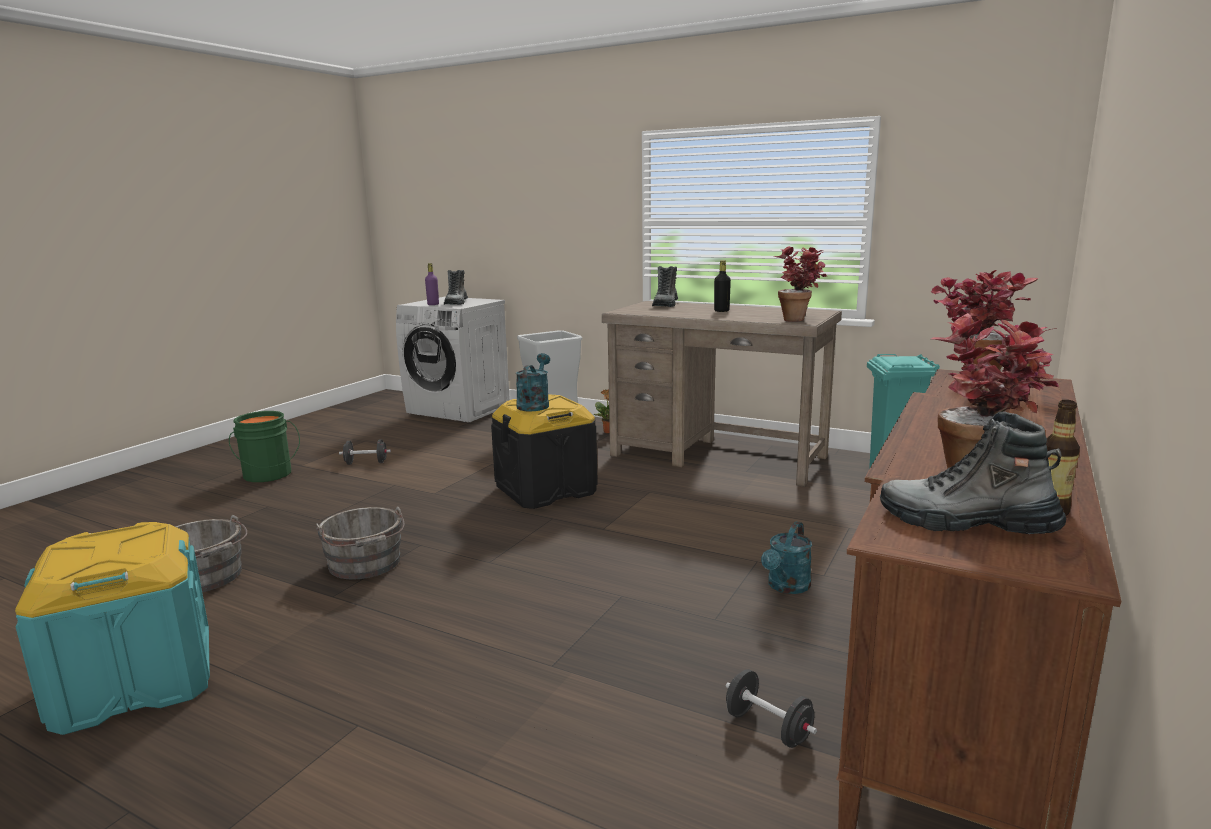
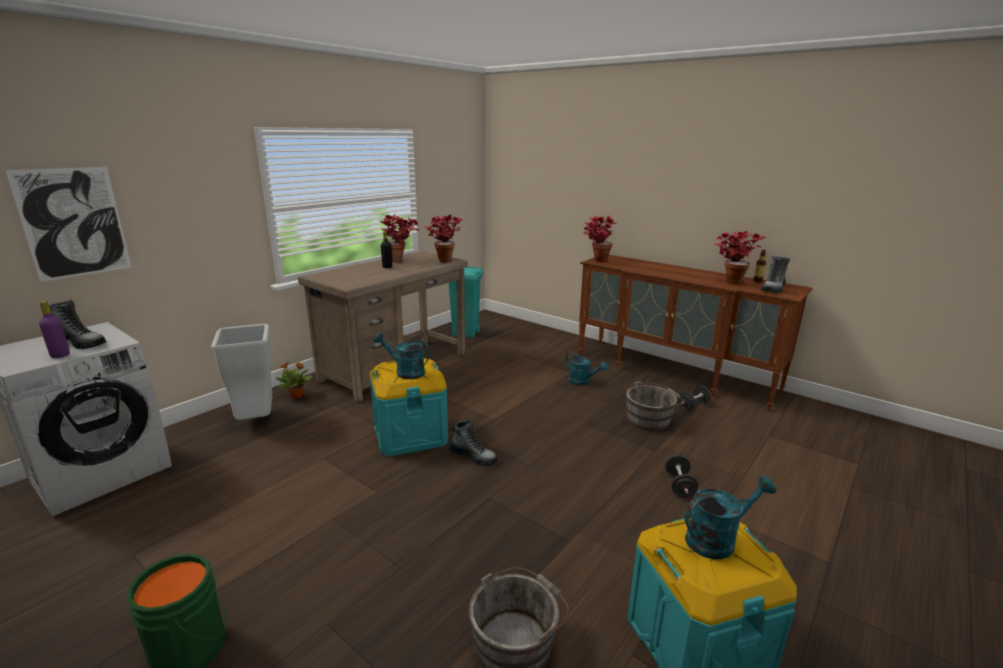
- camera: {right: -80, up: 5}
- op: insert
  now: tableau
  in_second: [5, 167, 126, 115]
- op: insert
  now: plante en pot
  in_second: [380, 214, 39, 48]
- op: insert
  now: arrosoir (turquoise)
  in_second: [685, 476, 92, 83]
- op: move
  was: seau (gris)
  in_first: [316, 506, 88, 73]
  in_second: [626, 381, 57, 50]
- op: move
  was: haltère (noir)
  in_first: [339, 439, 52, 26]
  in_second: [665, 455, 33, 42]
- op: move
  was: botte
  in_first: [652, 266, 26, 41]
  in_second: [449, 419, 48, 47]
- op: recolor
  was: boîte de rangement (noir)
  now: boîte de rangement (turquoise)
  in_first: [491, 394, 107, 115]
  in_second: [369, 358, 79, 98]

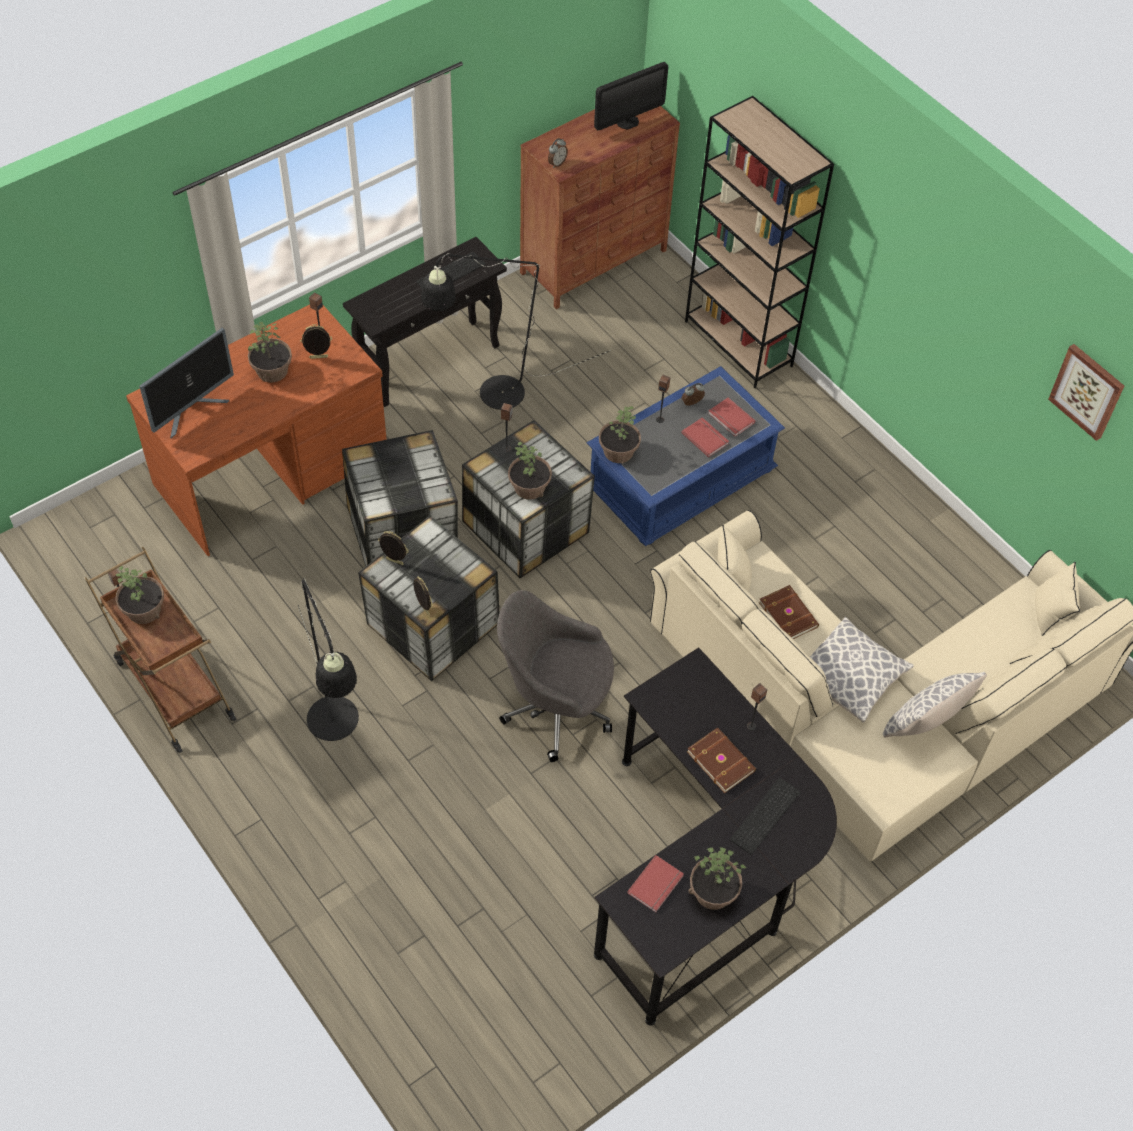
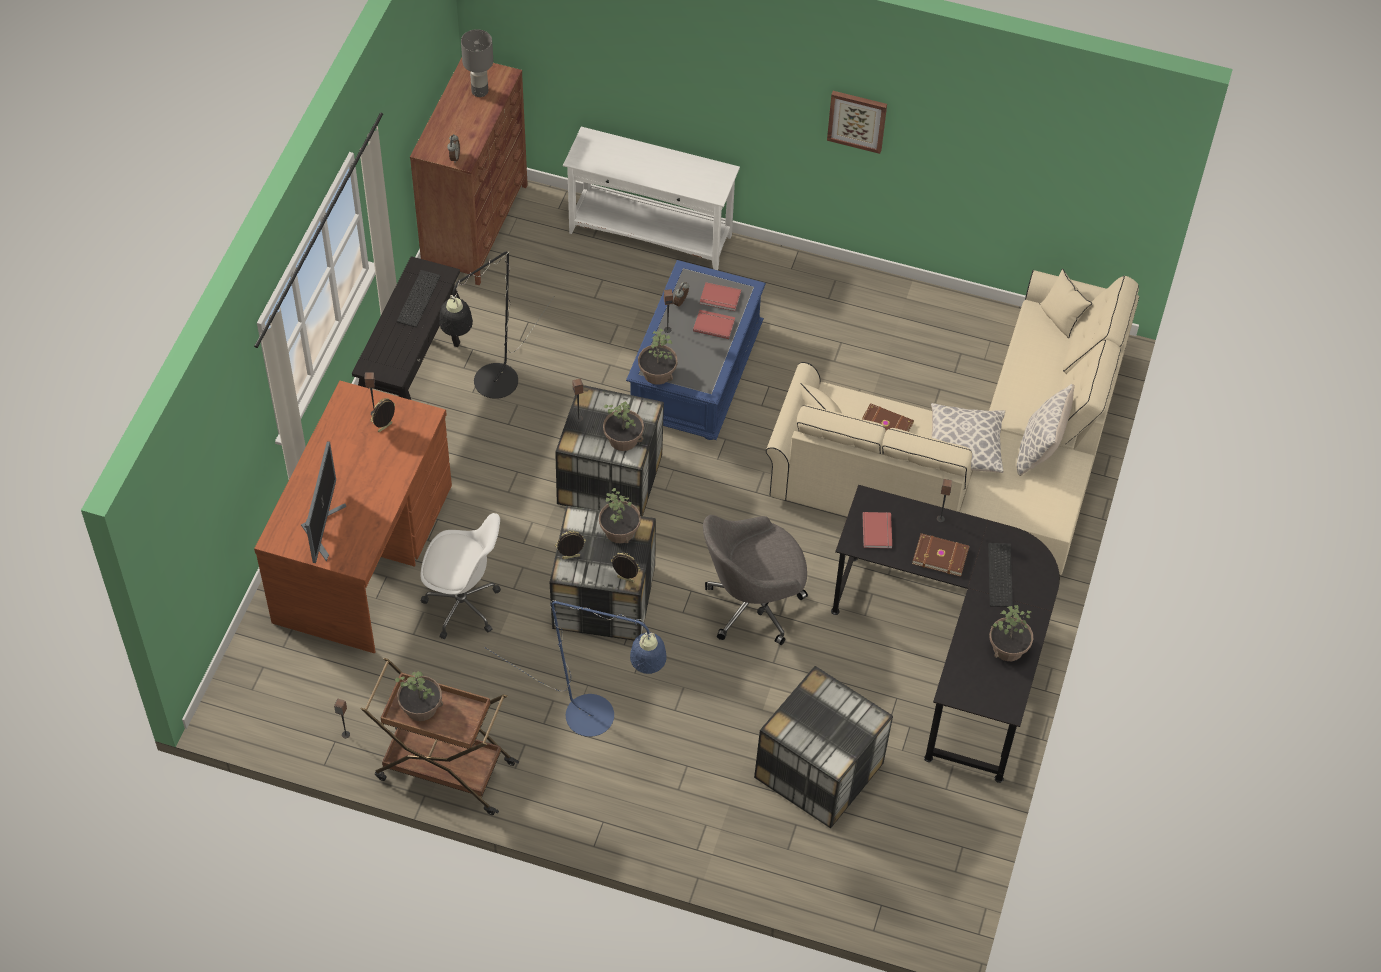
- camera: {right: -35, up: 0}
- op: insert
  now: chaise de bureau (blanc)
  in_second: [421, 513, 80, 126]
- op: move
  was: plante en pot
  in_first: [248, 321, 44, 61]
  in_second: [599, 488, 42, 56]
- op: move
  was: boîte de rangement
  in_first: [342, 430, 116, 136]
  in_second: [754, 666, 139, 162]
- op: move
  was: livre (rouge)
  in_first: [627, 855, 57, 57]
  in_second: [862, 512, 30, 36]
- op: move
  was: tableau
  in_first: [1048, 344, 76, 97]
  in_second: [827, 91, 60, 63]
- op: replace
  was: écran d'ordinateur
  now: lampe de table (gris)
  in_first: [594, 62, 74, 68]
  in_second: [461, 29, 32, 68]
- op: replace
  was: bibliothèque (beige)
  now: table console (blanc)
  in_first: [685, 96, 149, 292]
  in_second: [563, 127, 177, 143]
- op: recolor
  was: lampadaire (noir)
  now: lampadaire (bleu)
  in_first: [298, 578, 61, 163]
  in_second: [484, 600, 182, 137]

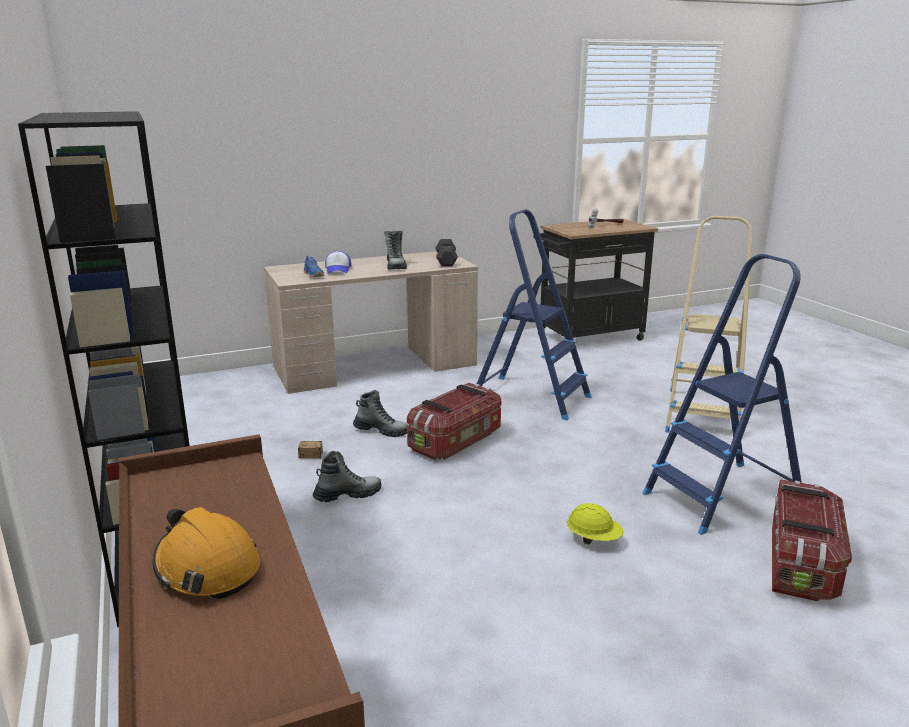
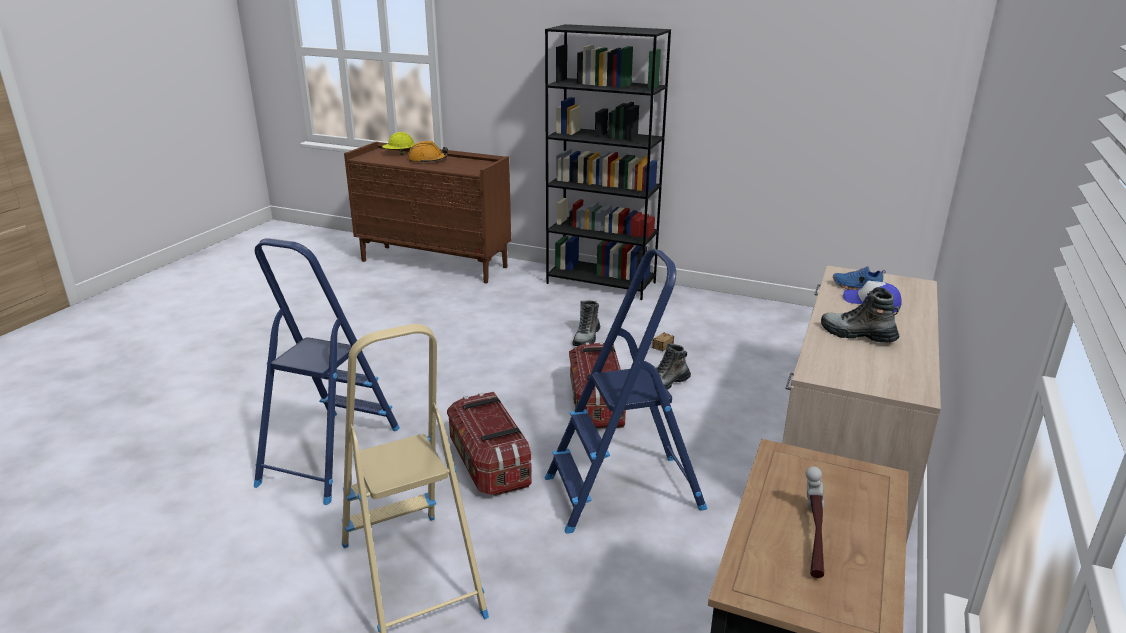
- camera: {right: 135, up: 5}
- op: delete
  was: haltère (gris)
  in_first: [435, 239, 23, 28]
- op: move
  was: casque de chantier (jaune)
  in_first: [567, 503, 57, 41]
  in_second: [382, 132, 32, 23]
- op: move
  was: boîte de rangement
  in_first: [772, 479, 80, 122]
  in_second: [447, 392, 85, 104]

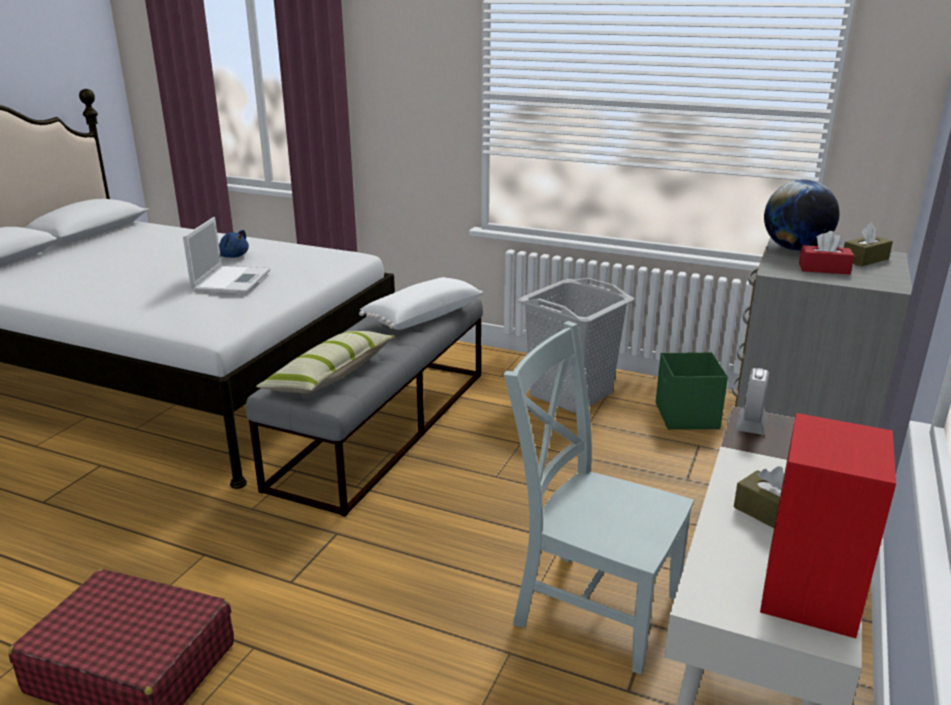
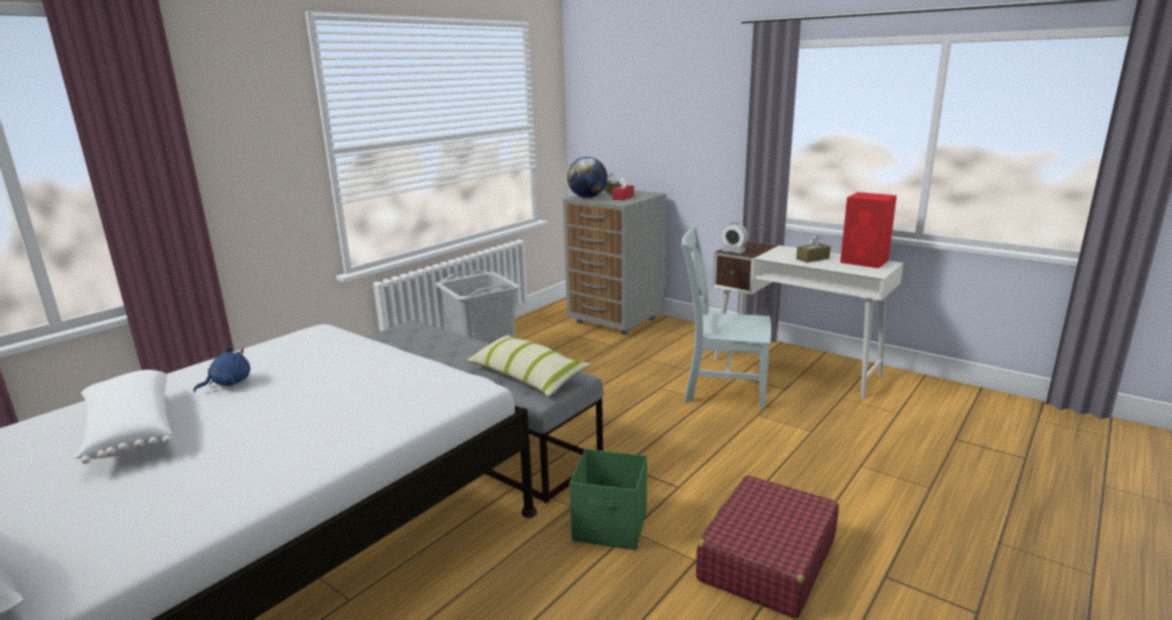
- camera: {right: -75, up: -5}
- op: delete
  was: ordinateur portable
  in_first: [183, 217, 88, 77]
- op: move
  was: coussin (blanc)
  in_first: [359, 277, 124, 53]
  in_second: [74, 370, 98, 94]
- op: move
  was: boîte de rangement (vert)
  in_first: [656, 352, 72, 77]
  in_second: [569, 449, 78, 101]
- op: rotate
  was: chaise (gris)
  in_first: [504, 321, 190, 354]
  in_second: [681, 225, 90, 184]
  clockwise: 60

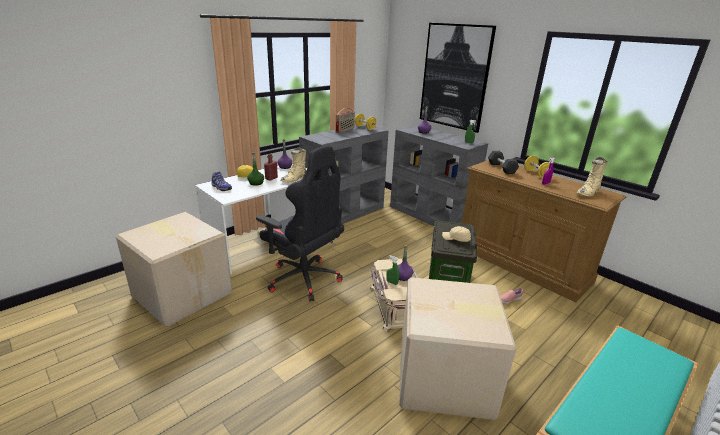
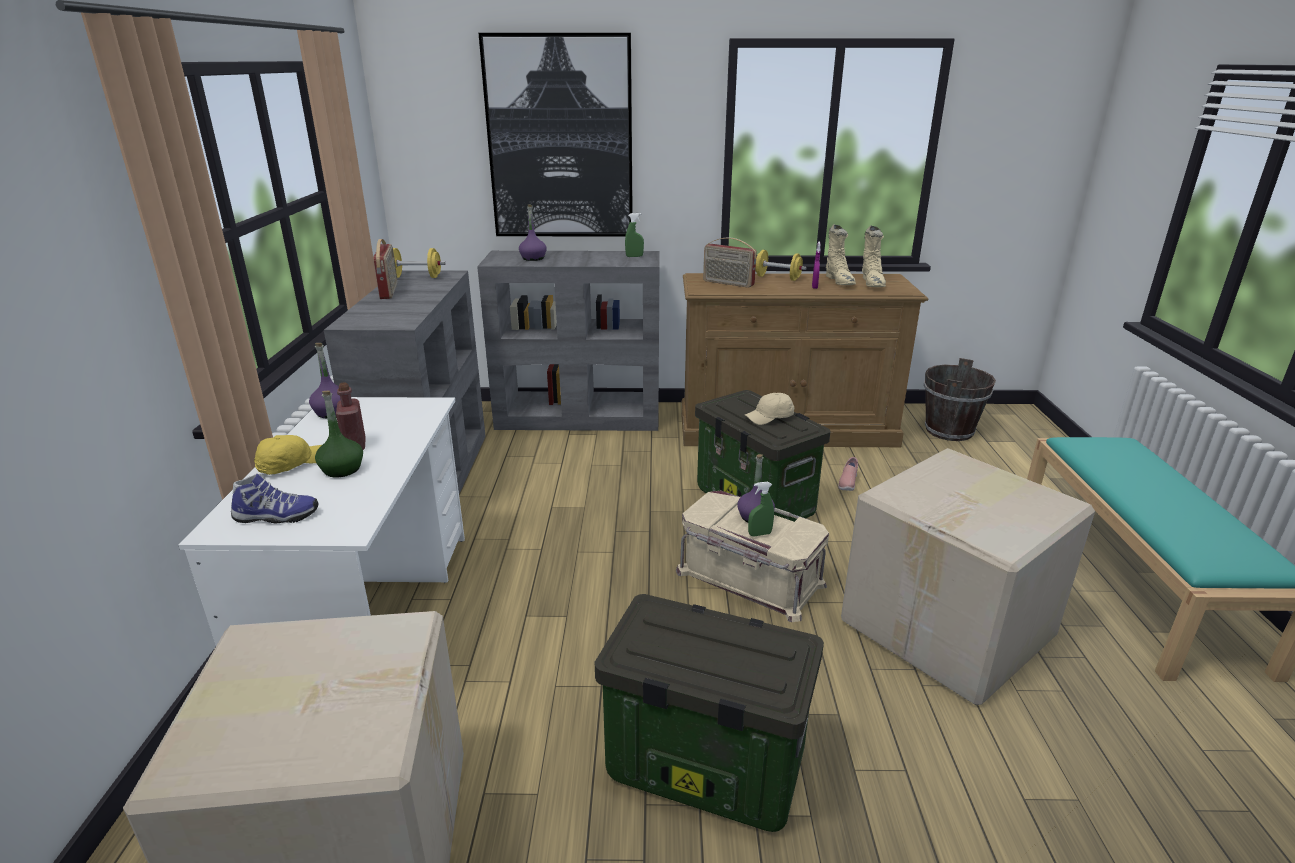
- camera: {right: -45, up: 0}
- op: delete
  was: chaise de bureau (noir)
  in_first: [256, 145, 88, 157]
- op: insert
  now: boîte de rangement
  in_second: [595, 594, 229, 238]
- op: insert
  now: seau (marron)
  in_second: [924, 358, 72, 83]
- op: move
  was: botte (beige)
  in_first: [281, 147, 25, 36]
  in_second: [826, 224, 30, 61]
- op: replace
  was: haltère (noir)
  now: radio
  in_first: [488, 151, 31, 23]
  in_second: [703, 238, 54, 50]

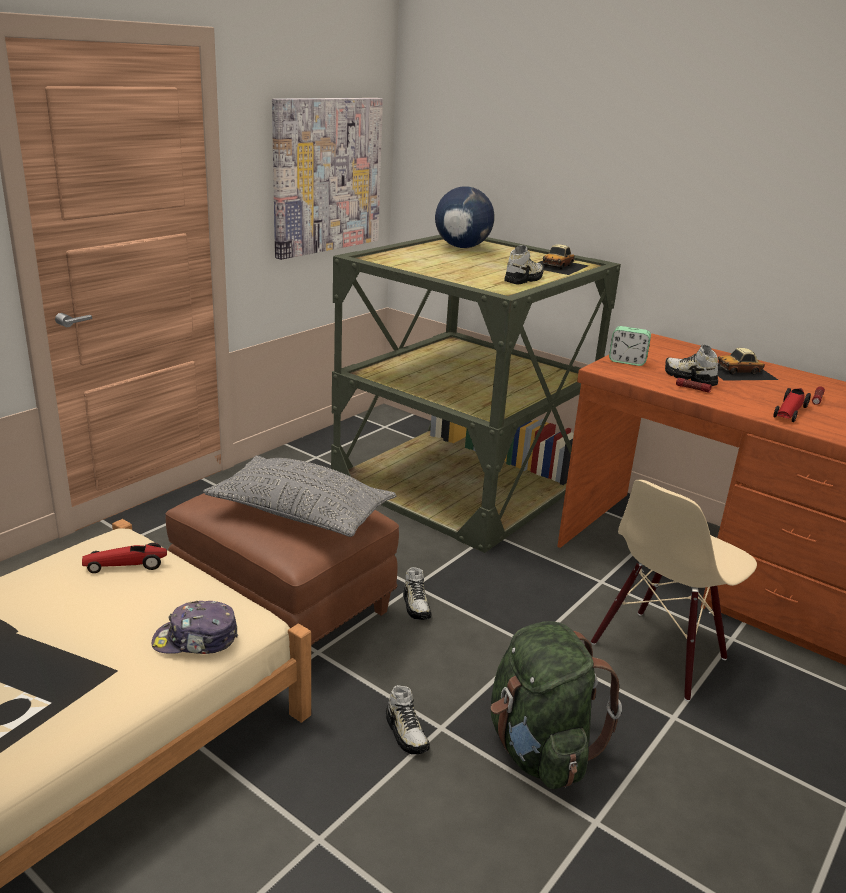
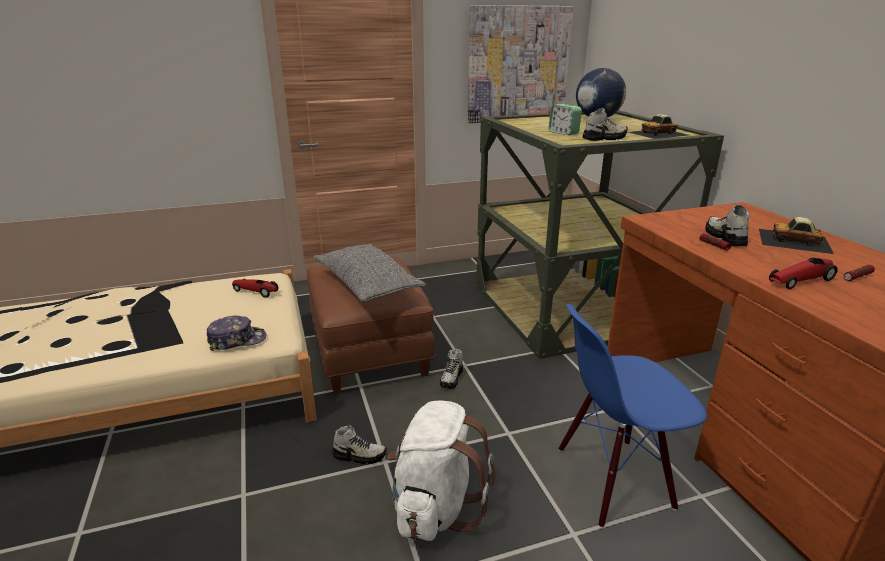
- camera: {right: 35, up: 0}
- op: move
  was: réveil
  in_first: [609, 326, 42, 40]
  in_second: [549, 104, 33, 31]
- op: recolor
  was: sac à dos (vert)
  now: sac à dos (blanc)
  in_first: [491, 621, 131, 168]
  in_second: [387, 400, 108, 141]
- op: recolor
  was: chaise (beige)
  now: chaise (bleu)
  in_first: [591, 480, 166, 221]
  in_second: [558, 304, 149, 224]
- op: rotate
  was: casquette
  in_first: [152, 601, 86, 53]
  in_second: [207, 316, 59, 35]
  clockwise: 135
- op: rotate
  was: chaussure
  in_first: [386, 685, 44, 69]
  in_second: [332, 425, 55, 39]
  clockwise: -90

